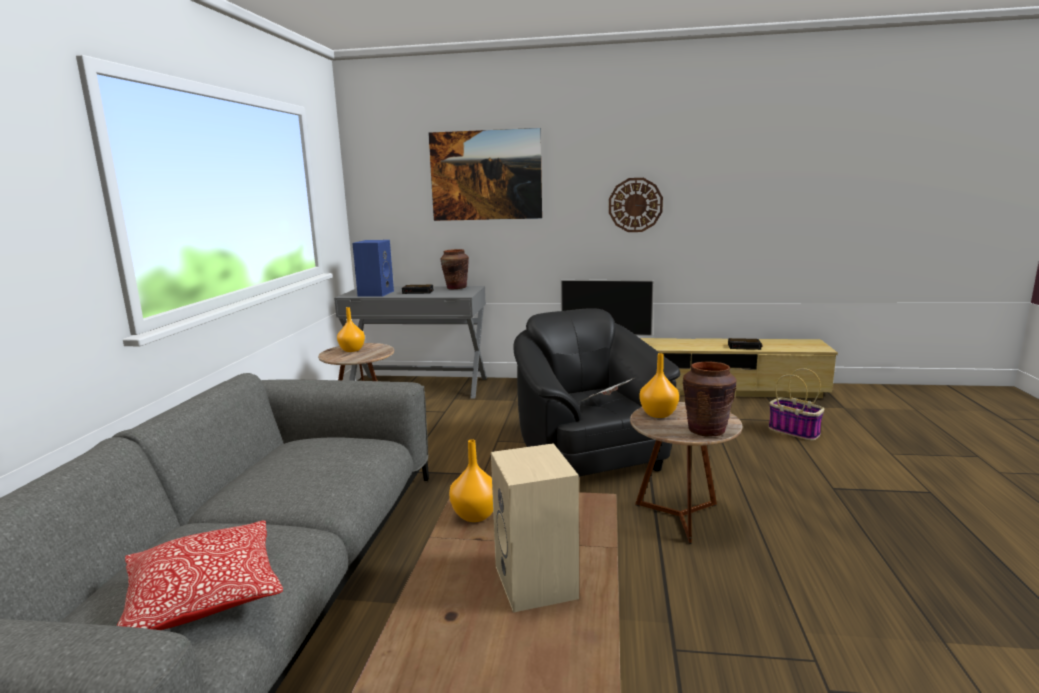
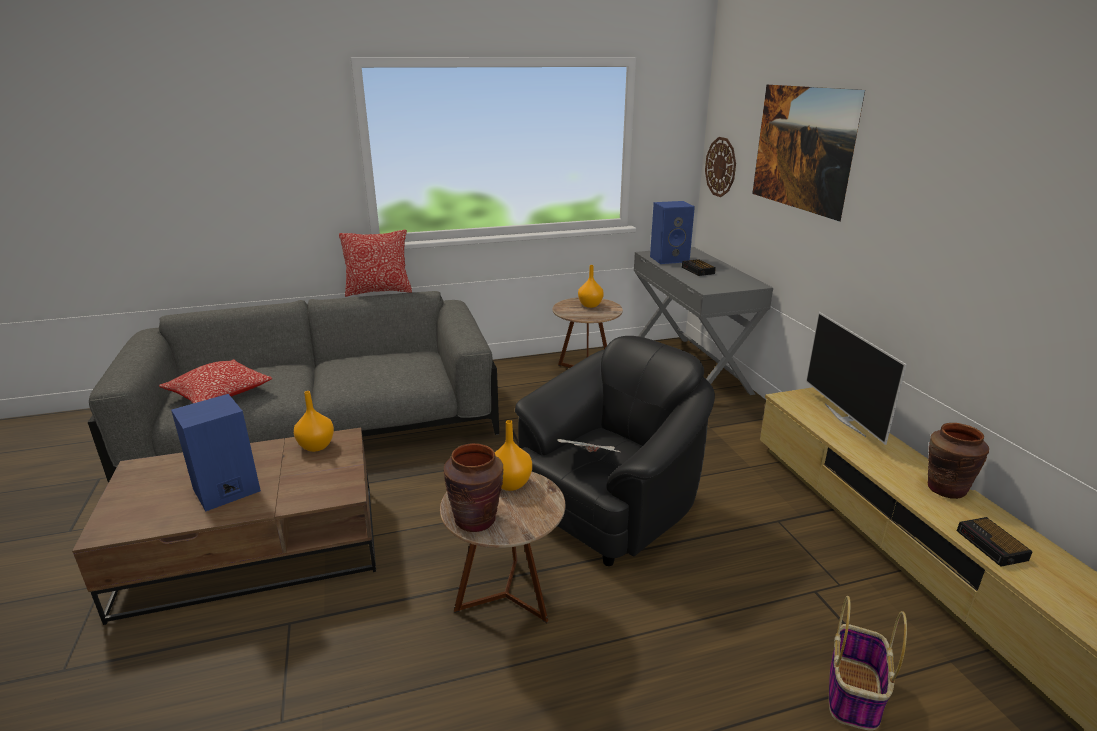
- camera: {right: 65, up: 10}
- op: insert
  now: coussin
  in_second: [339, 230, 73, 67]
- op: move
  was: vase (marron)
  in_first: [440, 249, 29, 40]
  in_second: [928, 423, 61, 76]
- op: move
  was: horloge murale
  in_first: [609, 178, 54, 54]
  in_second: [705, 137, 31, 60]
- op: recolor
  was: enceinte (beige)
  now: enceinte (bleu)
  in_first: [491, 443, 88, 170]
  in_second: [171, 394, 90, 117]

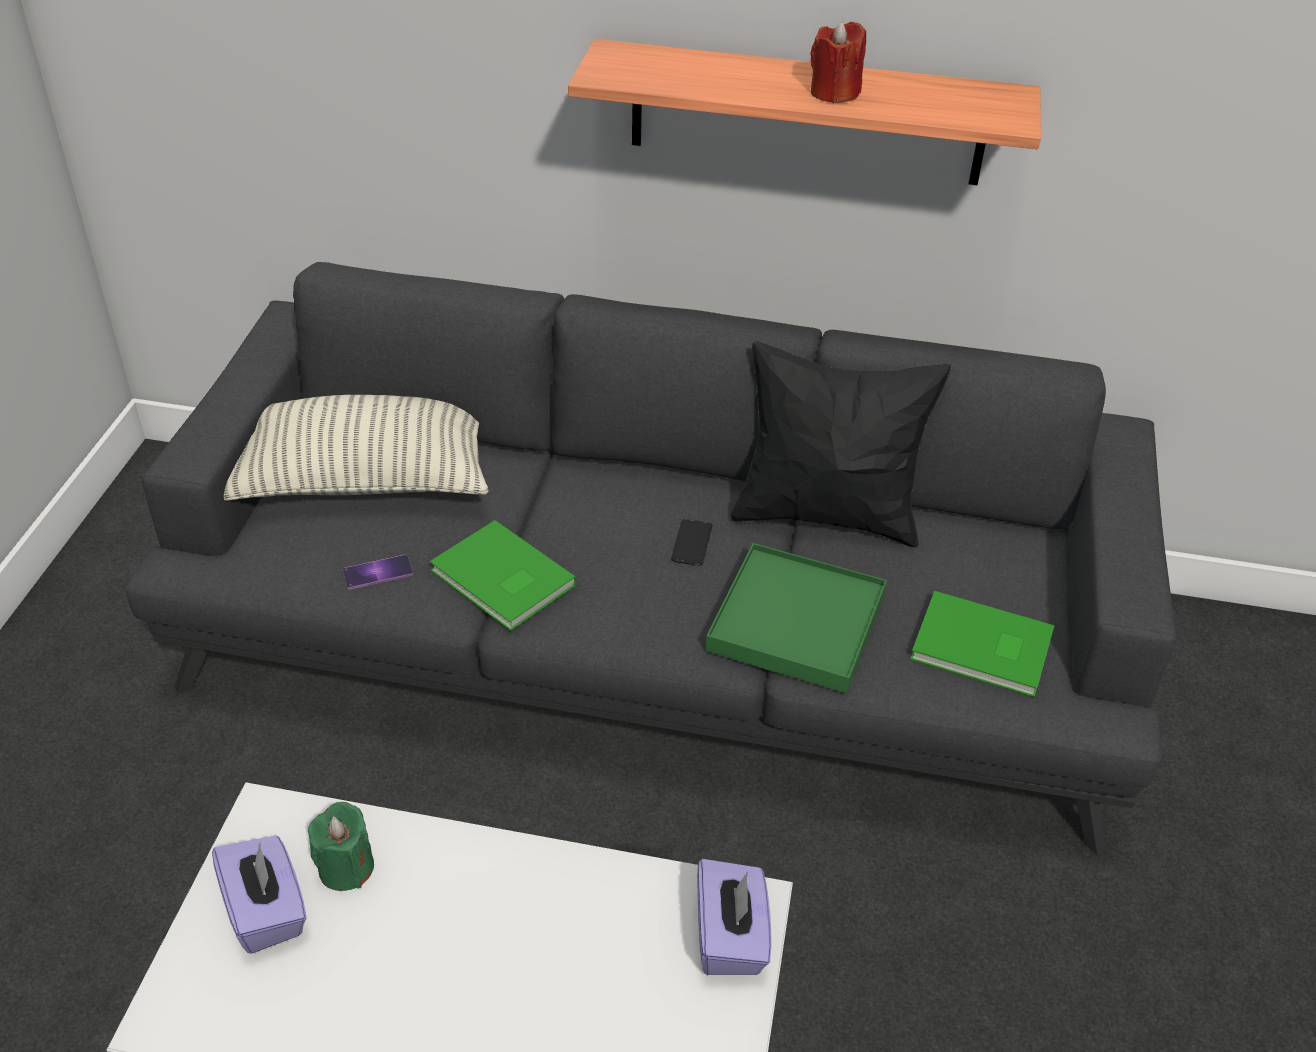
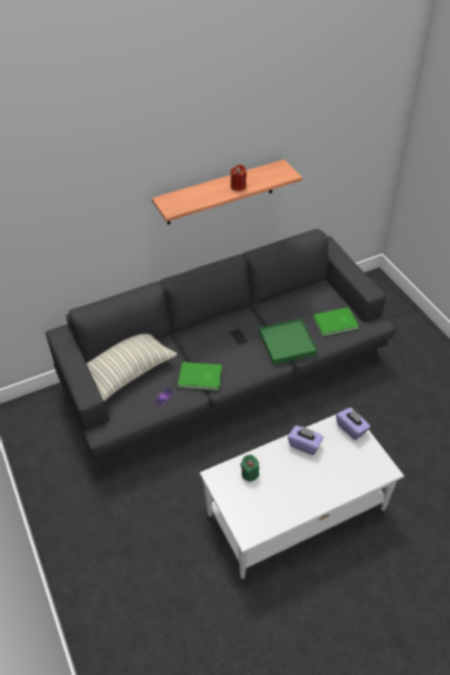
- camera: {right: -35, up: 5}
- op: delete
  was: coussin (noir)
  in_first: [730, 341, 221, 206]
- op: move
  was: boîte à mouchoirs (violet)
  in_first: [212, 835, 95, 118]
  in_second: [288, 425, 35, 30]

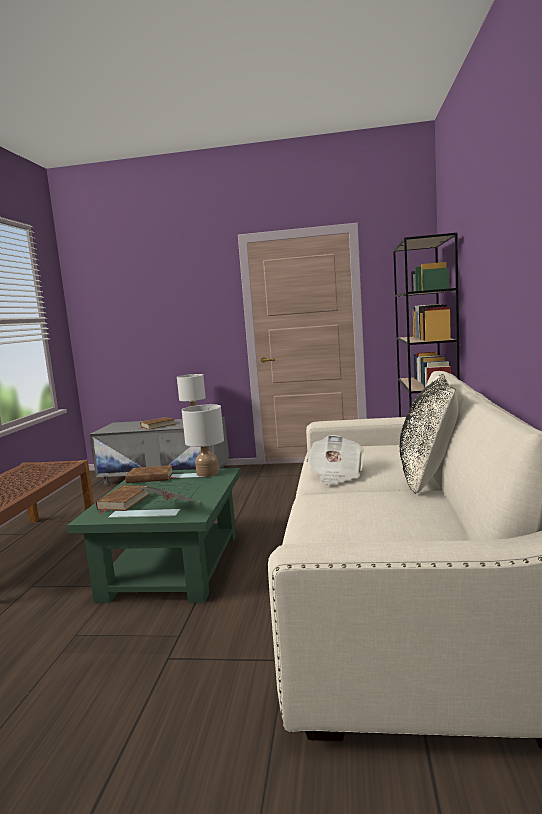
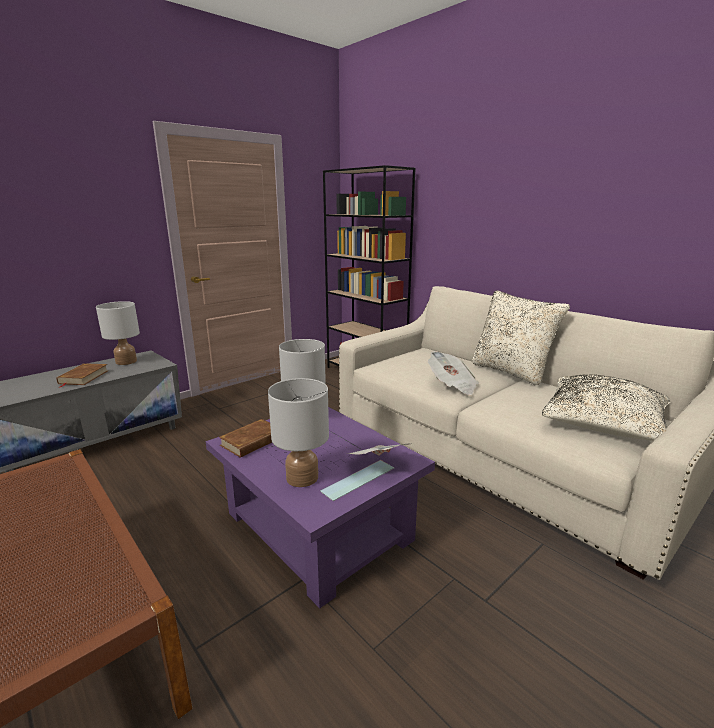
- camera: {right: -50, up: 10}
- op: insert
  now: coussin (beige)
  in_second: [542, 374, 128, 67]
- op: replace
  was: livre (marron)
  now: lampe de table (gris)
  in_first: [96, 485, 53, 29]
  in_second: [268, 378, 61, 109]
- op: recolor
  was: table basse (vert)
  now: table basse (violet)
  in_first: [67, 468, 174, 135]
  in_second: [205, 407, 230, 202]

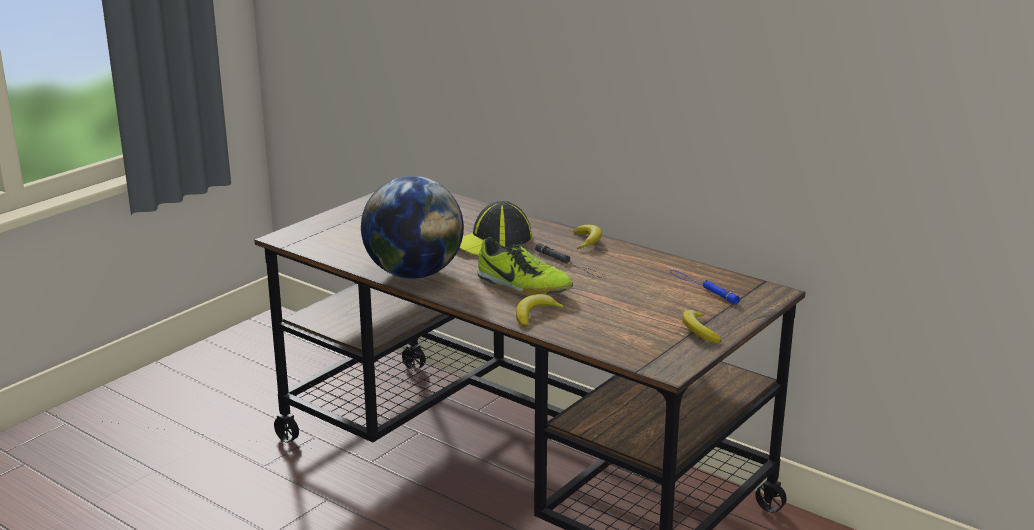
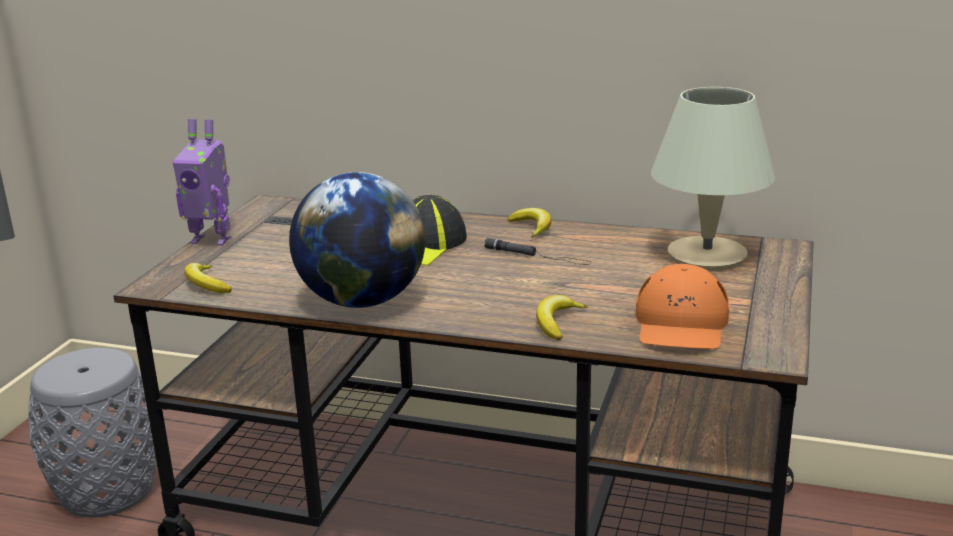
- camera: {right: -20, up: 0}
- op: delete
  was: chaussure
  in_first: [477, 237, 96, 58]
- op: insert
  now: tabouret (gris)
  in_second: [28, 348, 129, 170]
- op: insert
  now: robot jouet
  in_second: [173, 119, 58, 126]
- op: insert
  now: casquette (orange)
  in_second: [636, 264, 94, 85]
- op: move
  was: banane
  in_first: [682, 310, 39, 33]
  in_second: [184, 263, 48, 30]
- op: replace
  was: lampe de poche (bleu)
  now: lampe de table (beige)
  in_first: [670, 270, 70, 35]
  in_second: [651, 87, 124, 184]

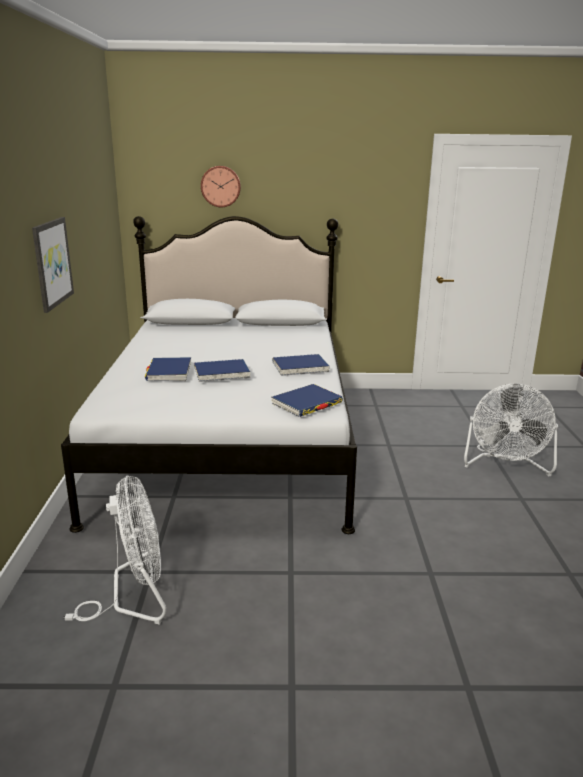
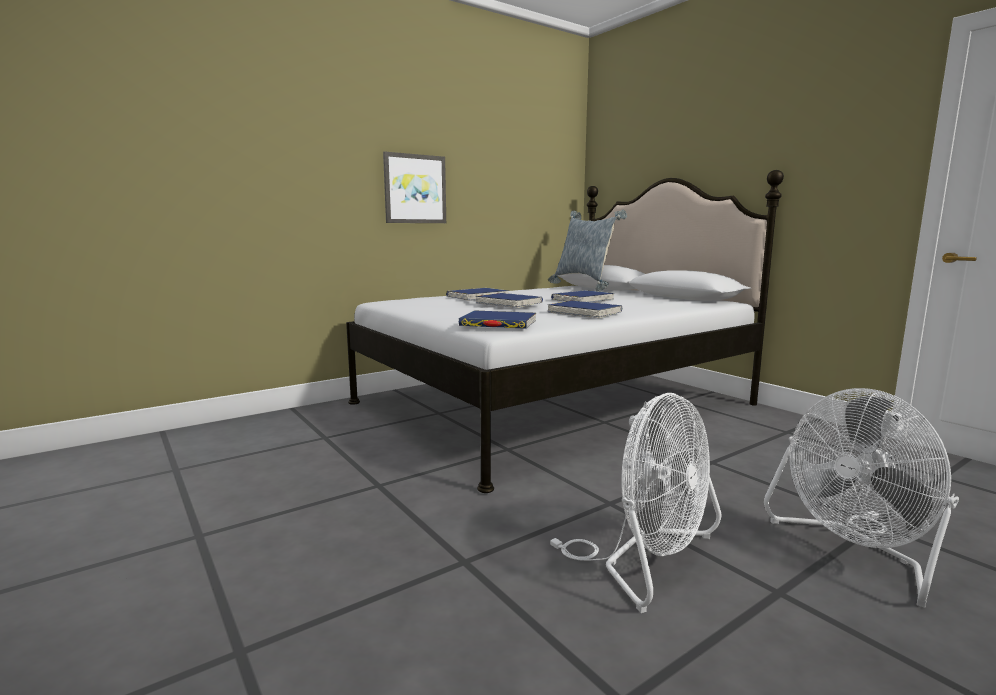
- camera: {right: 55, up: -10}
- op: delete
  was: horloge murale
  in_first: [201, 166, 40, 41]
- op: insert
  now: coussin
  in_second: [548, 210, 79, 82]
- op: insert
  now: livre (bleu)
  in_second: [551, 290, 64, 13]
- op: move
  was: ventilateur (blanc)
  in_first: [63, 475, 103, 150]
  in_second: [550, 393, 171, 220]

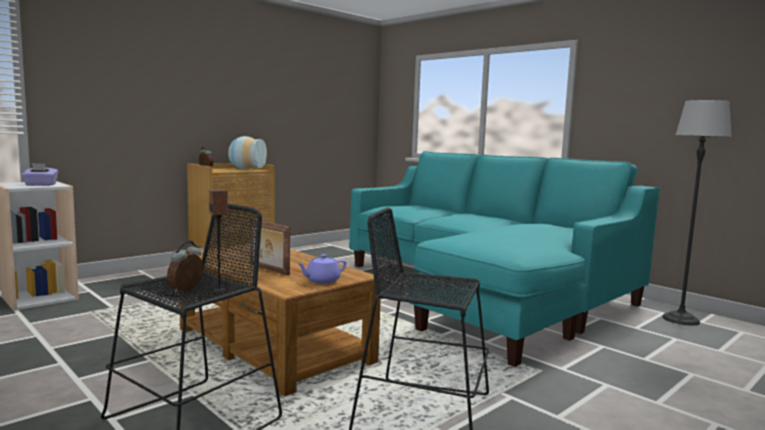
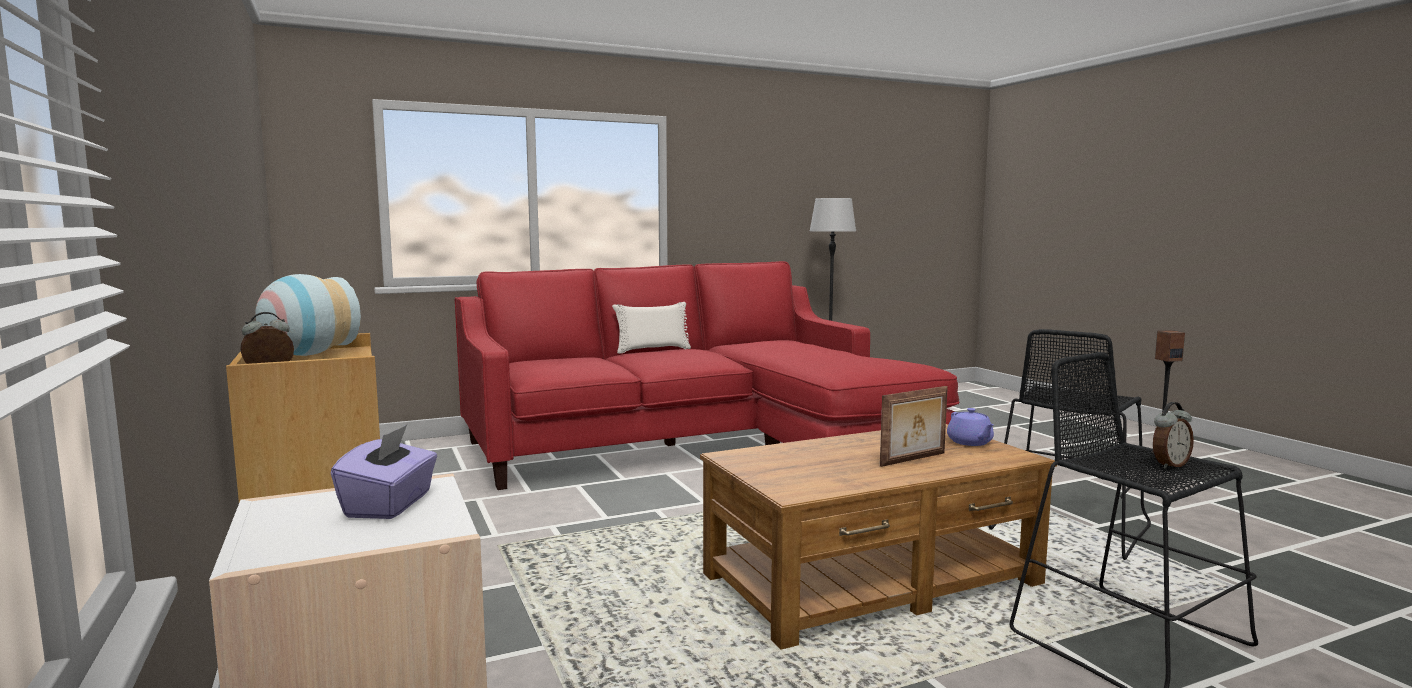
- camera: {right: -70, up: 0}
- op: insert
  now: coussin (blanc)
  in_second: [612, 302, 79, 52]
- op: recolor
  was: canapé (turquoise)
  now: canapé (rouge)
  in_first: [349, 151, 310, 216]
  in_second: [455, 261, 504, 229]
- op: rotate
  was: réveil
  in_first: [167, 241, 36, 52]
  in_second: [1153, 402, 41, 67]
  clockwise: -75

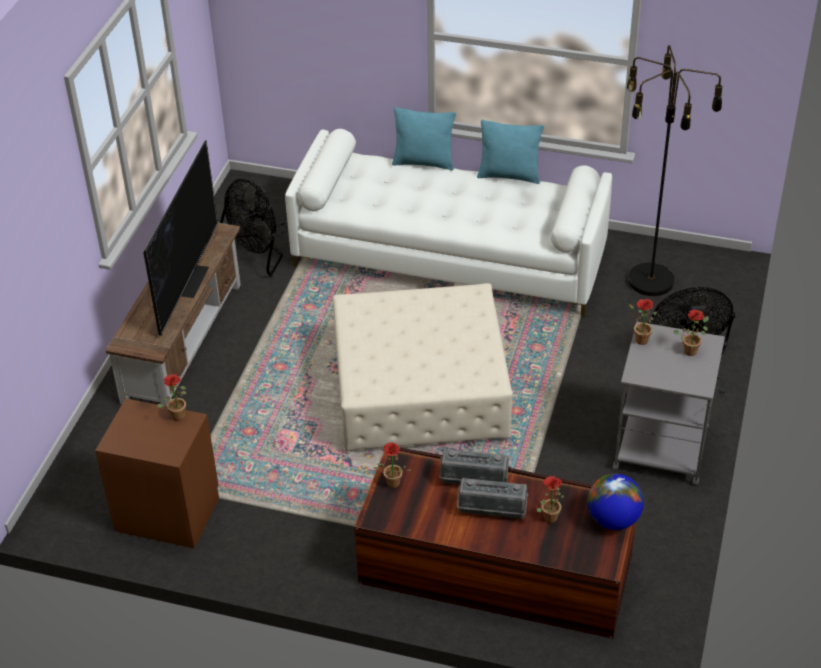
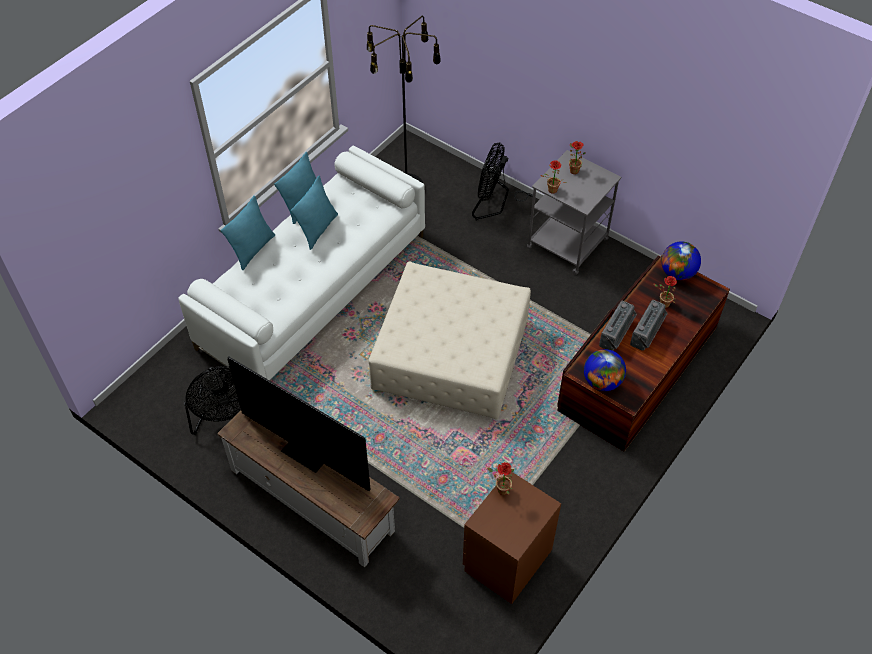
- camera: {right: -70, up: 10}
- op: insert
  now: coussin (turquoise)
  in_second: [291, 176, 47, 74]
- op: replace
  was: plante en pot
  now: globe
  in_first: [373, 443, 38, 45]
  in_second: [584, 349, 42, 42]

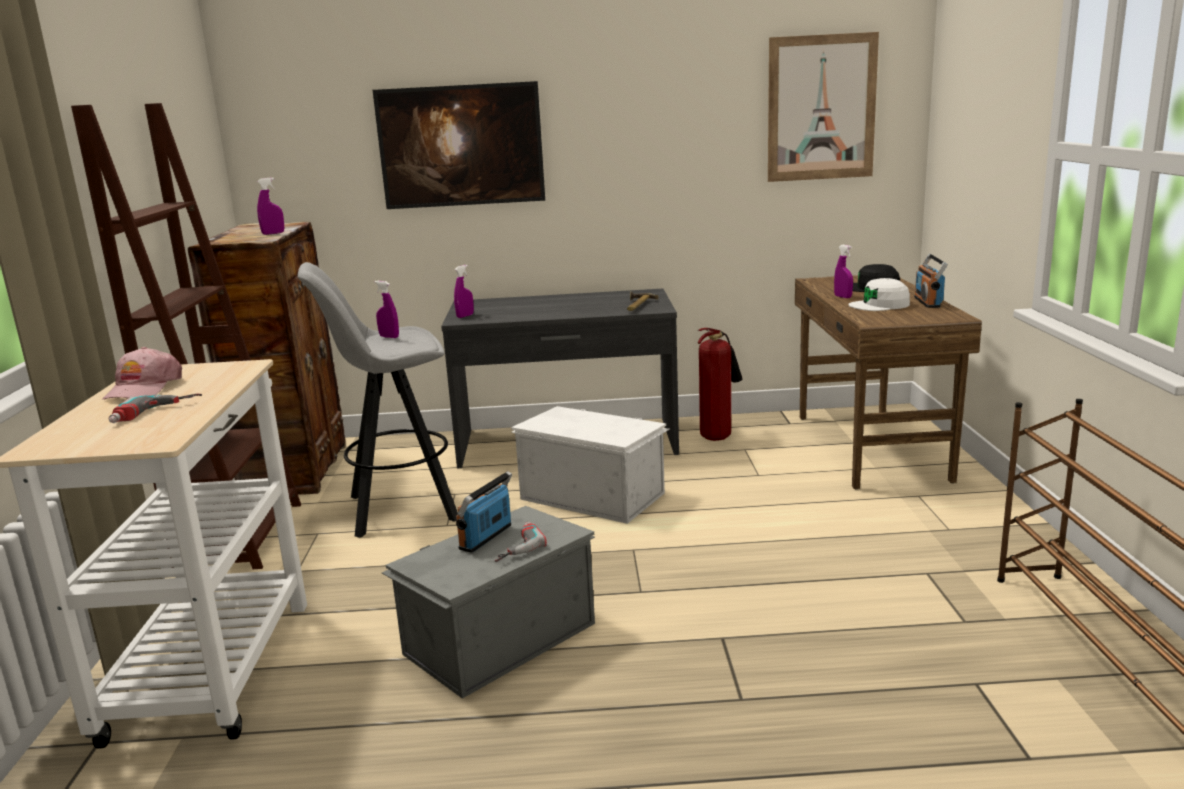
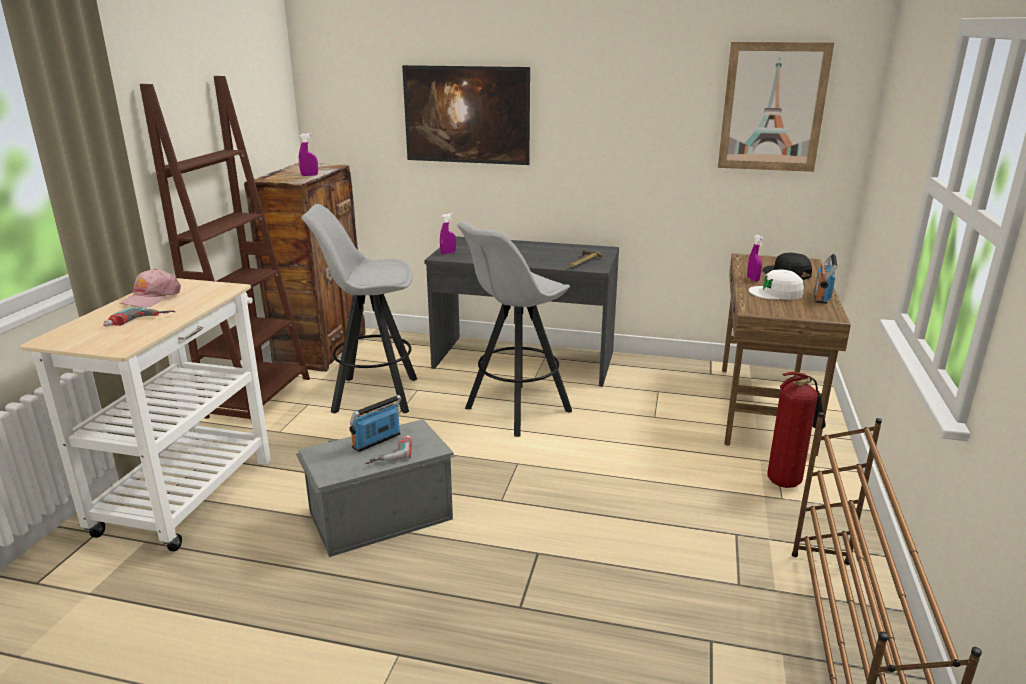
- camera: {right: 15, up: 5}
- op: delete
  was: vaporisateur (violet)
  in_first: [375, 281, 24, 57]
- op: move
  was: extincteur
  in_first: [698, 328, 44, 113]
  in_second: [767, 372, 59, 116]
- op: replace
  was: boîte de rangement (blanc)
  now: tabouret (gris)
  in_first: [511, 406, 159, 118]
  in_second: [457, 221, 115, 216]

